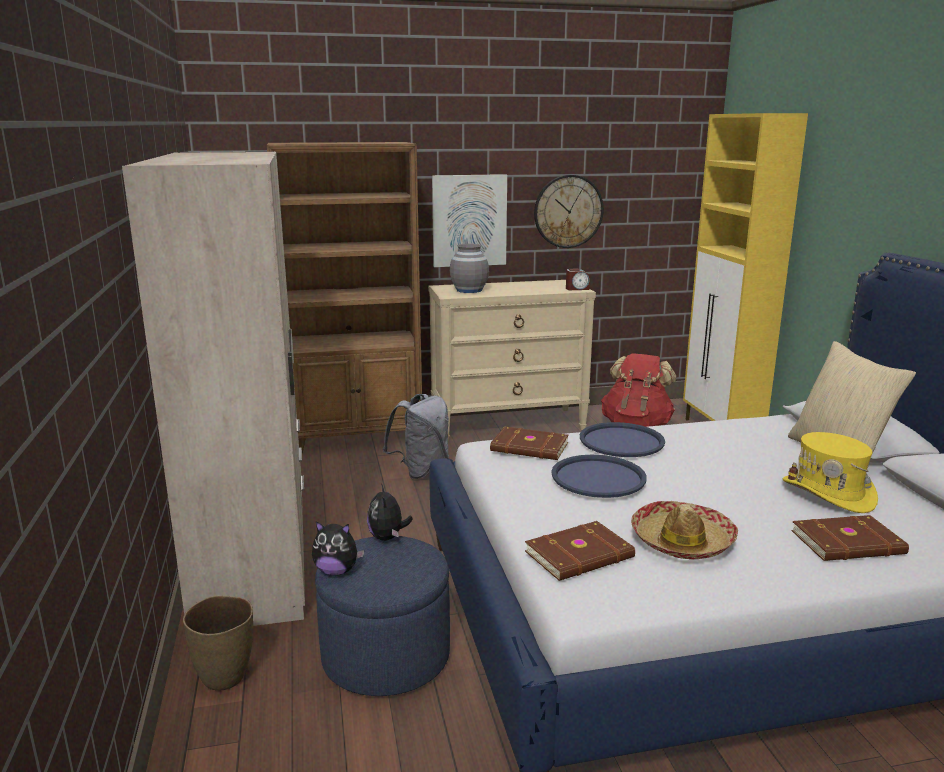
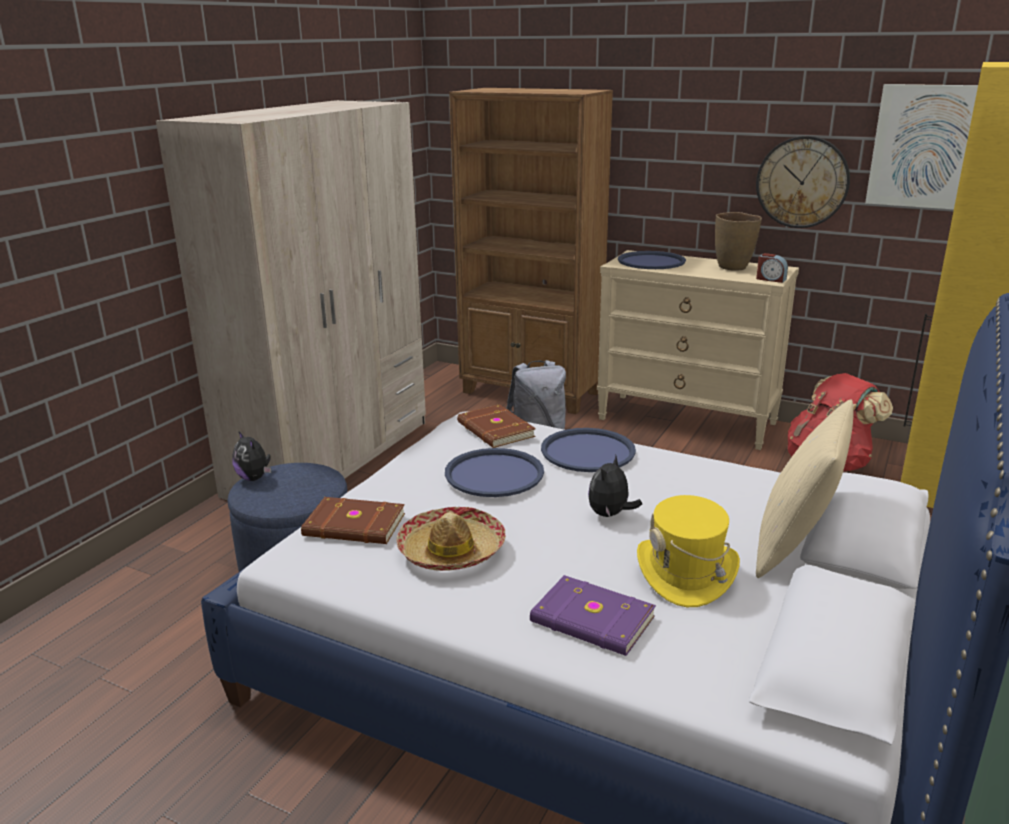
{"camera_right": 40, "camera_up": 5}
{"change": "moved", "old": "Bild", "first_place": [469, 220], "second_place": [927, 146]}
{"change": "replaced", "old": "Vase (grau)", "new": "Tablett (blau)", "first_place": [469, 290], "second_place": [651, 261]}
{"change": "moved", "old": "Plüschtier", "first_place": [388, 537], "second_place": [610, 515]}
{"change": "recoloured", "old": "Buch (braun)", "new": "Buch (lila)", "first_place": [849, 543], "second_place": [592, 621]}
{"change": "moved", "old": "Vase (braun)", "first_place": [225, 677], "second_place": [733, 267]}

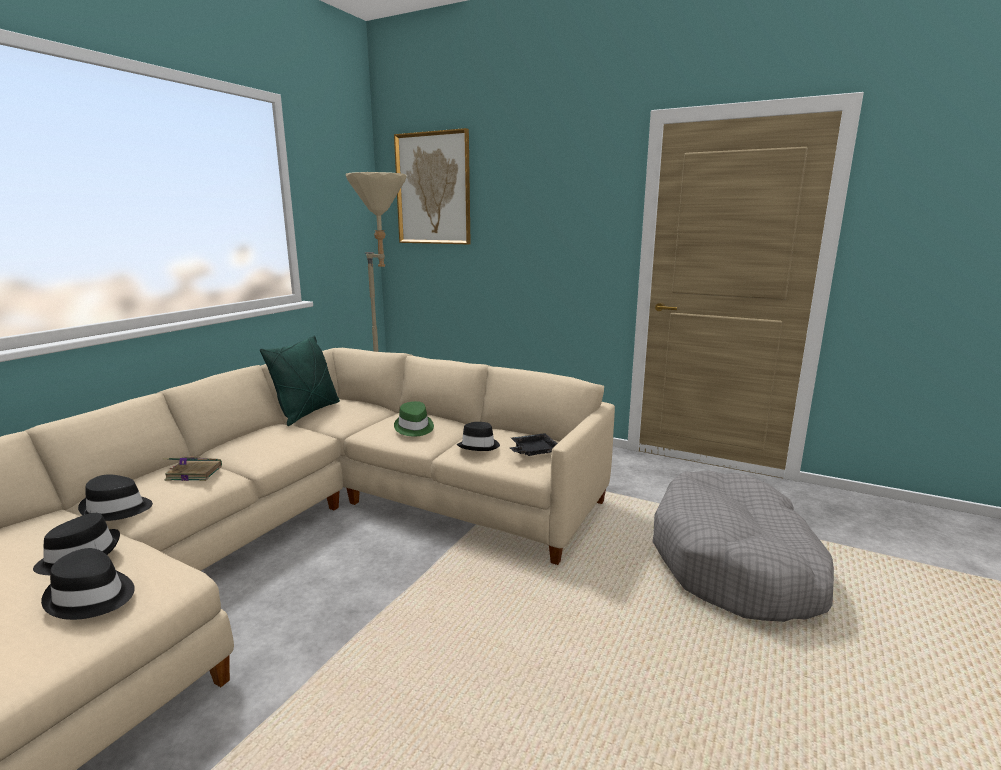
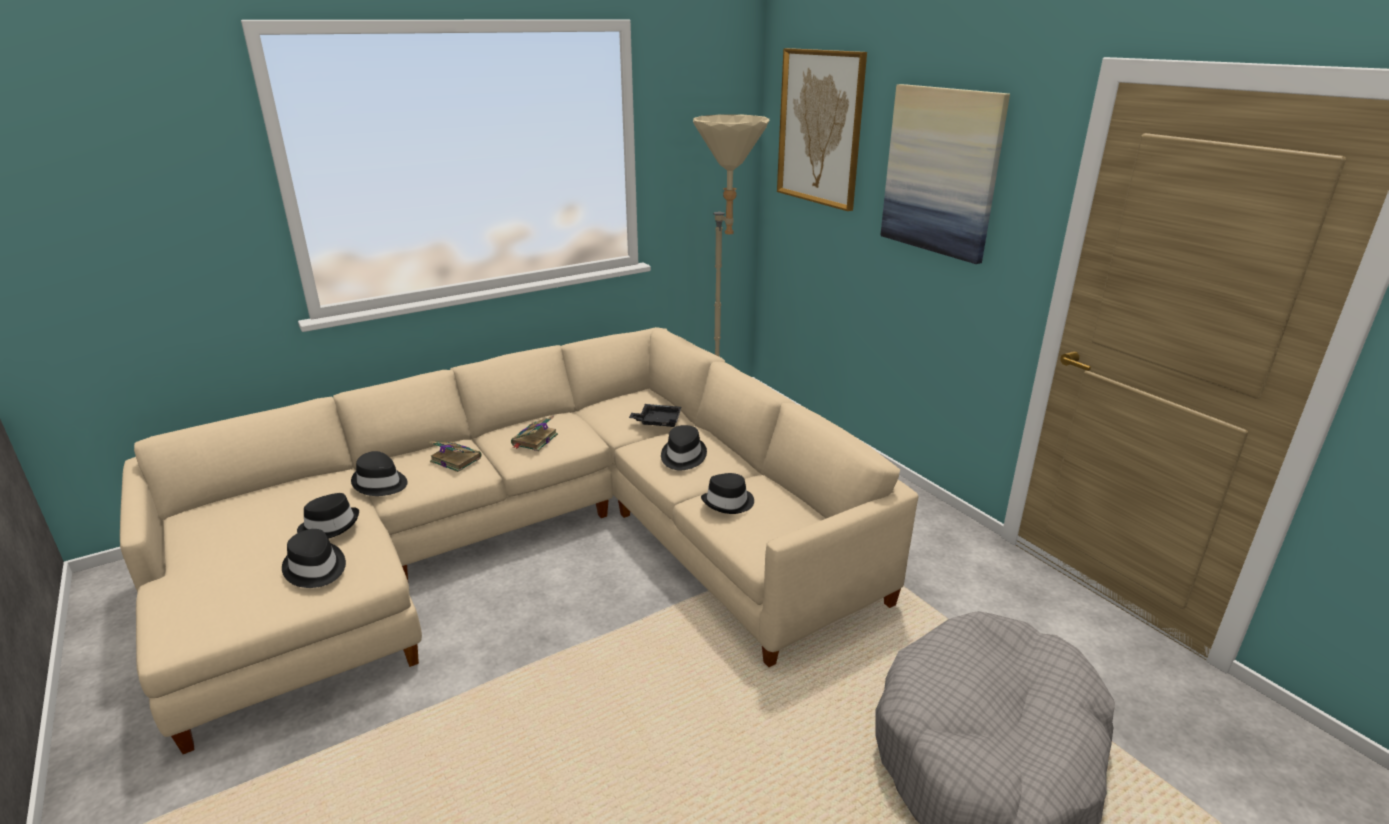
{"camera_right": 30, "camera_up": 10}
{"change": "removed", "old": "Kissen (grün)", "first_place": [307, 412]}
{"change": "recoloured", "old": "Hut (grün)", "new": "Hut (schwarz)", "first_place": [414, 428], "second_place": [682, 456]}
{"change": "moved", "old": "Tablett (schwarz)", "first_place": [533, 451], "second_place": [658, 421]}
{"change": "added", "new": "Bild", "second_place": [941, 171]}
{"change": "added", "new": "Buch", "second_place": [534, 440]}

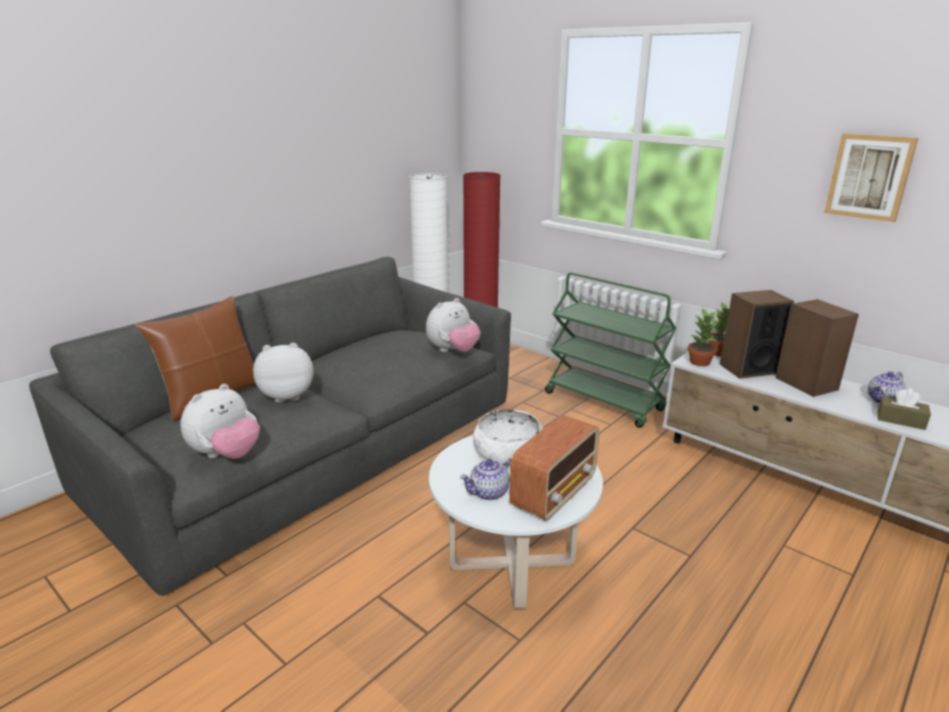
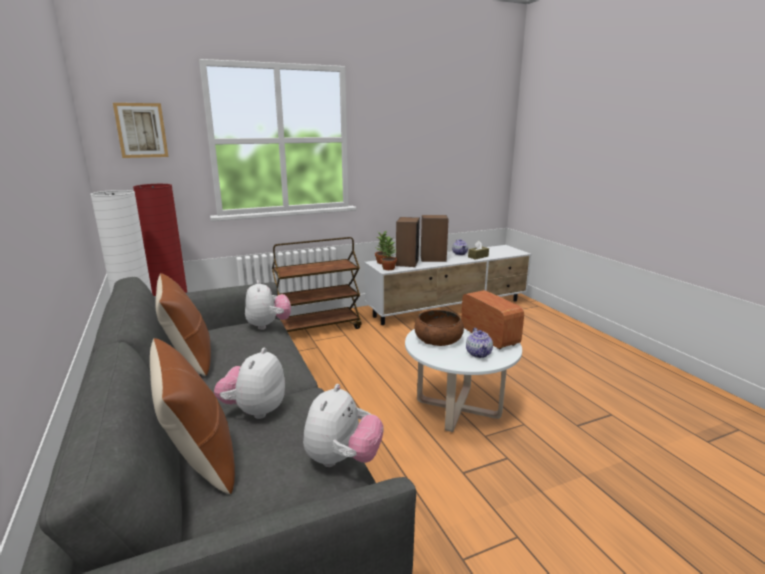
{"camera_right": -65, "camera_up": -5}
{"change": "moved", "old": "Bild", "first_place": [869, 177], "second_place": [141, 130]}
{"change": "recoloured", "old": "Rollwagen (grün)", "new": "Rollwagen (braun)", "first_place": [605, 402], "second_place": [318, 328]}
{"change": "turned", "old": "Plüschtier", "first_place": [226, 455], "second_place": [342, 460], "degrees": 45}
{"change": "recoloured", "old": "Schüssel (weiß)", "new": "Schüssel (braun)", "first_place": [508, 453], "second_place": [438, 339]}
{"change": "added", "new": "Kissen (braun)", "second_place": [189, 358]}

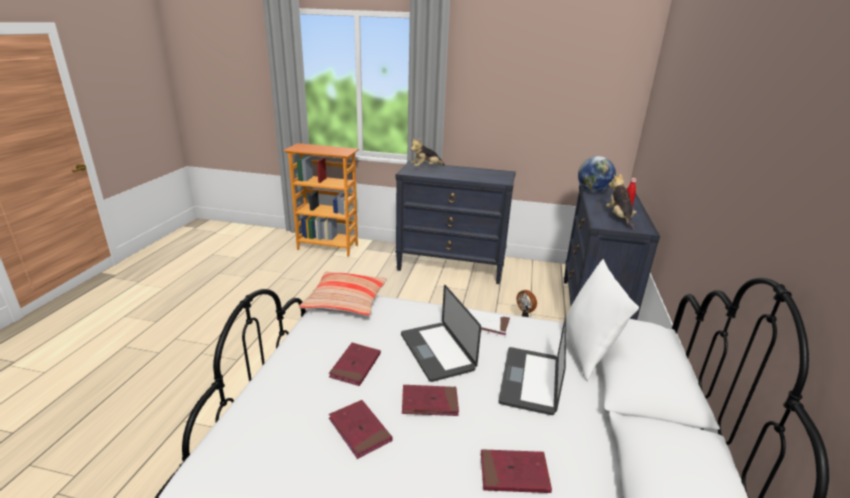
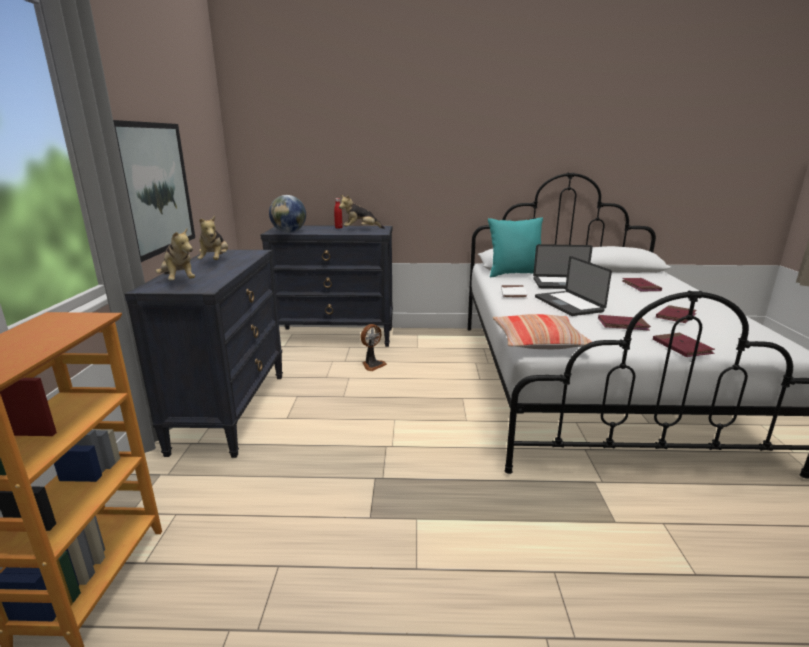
{"camera_right": -100, "camera_up": -5}
{"change": "recoloured", "old": "Kissen (weiß)", "new": "Kissen (türkis)", "first_place": [587, 352], "second_place": [514, 274]}
{"change": "turned", "old": "Laptop", "first_place": [437, 352], "second_place": [568, 304], "degrees": 105}
{"change": "moved", "old": "Buch (rot)", "first_place": [429, 402], "second_place": [681, 347]}
{"change": "added", "new": "Bild", "second_place": [154, 188]}
{"change": "added", "new": "Plüschtier", "second_place": [215, 261]}

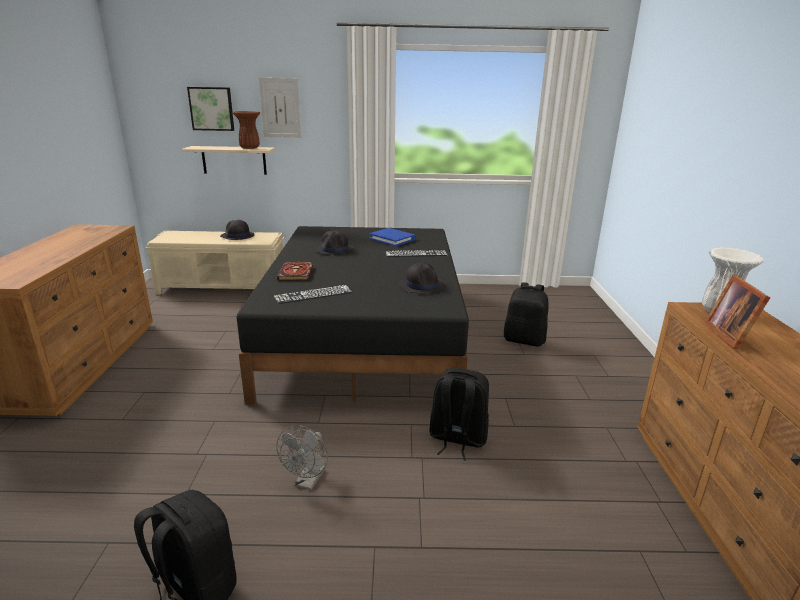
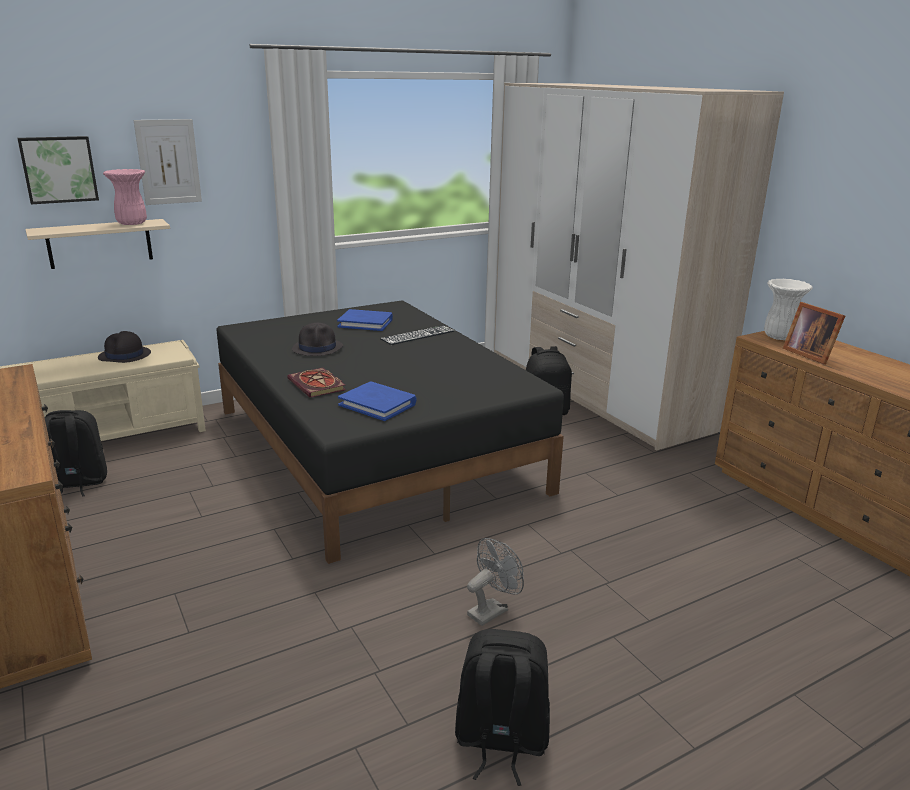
{"camera_right": -30, "camera_up": 0}
{"change": "recoloured", "old": "Vase (braun)", "new": "Vase (rosa)", "first_place": [249, 148], "second_place": [132, 224]}
{"change": "removed", "old": "Hut (schwarz)", "first_place": [422, 285]}
{"change": "replaced", "old": "Tastatur", "new": "Buch (blau)", "first_place": [313, 294], "second_place": [378, 404]}
{"change": "moved", "old": "Rucksack (schwarz)", "first_place": [457, 439], "second_place": [76, 483]}
{"change": "turned", "old": "Ventilator (grau)", "first_place": [308, 482], "second_place": [492, 610], "degrees": -120}
{"change": "added", "new": "Kleiderschrank", "second_place": [596, 390]}

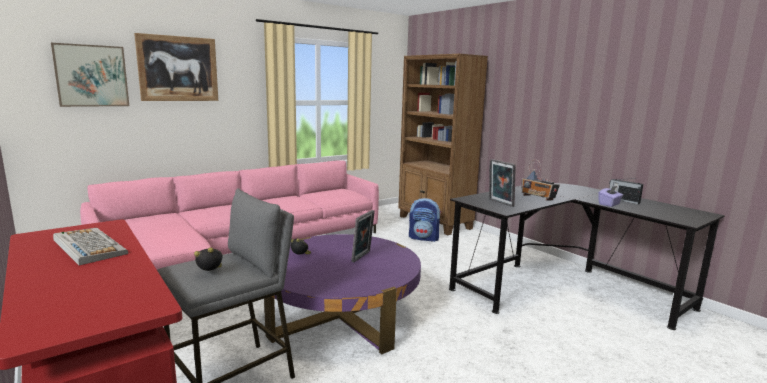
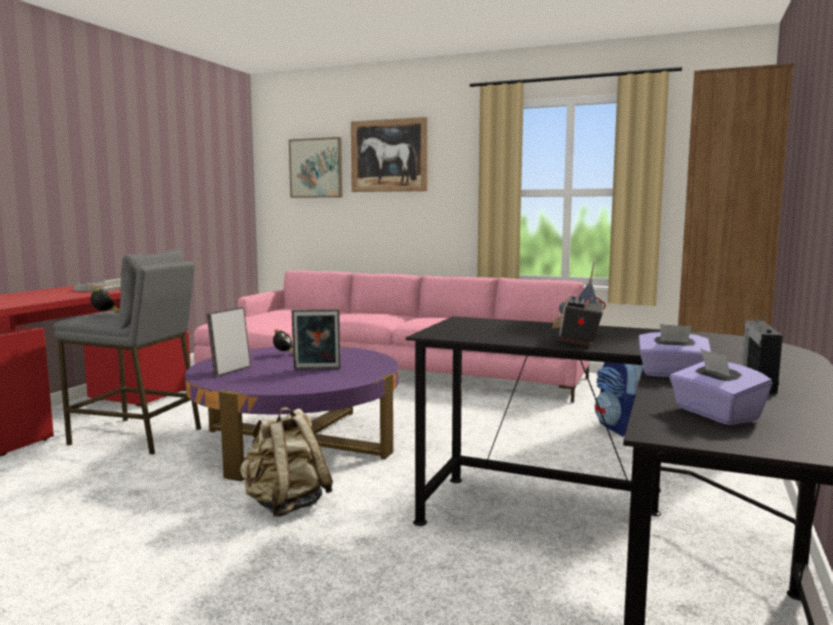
{"camera_right": 60, "camera_up": -5}
{"change": "moved", "old": "Bilderrahmen", "first_place": [499, 203], "second_place": [230, 371]}
{"change": "added", "new": "Taschentuchbox (lila)", "second_place": [715, 414]}
{"change": "added", "new": "Rucksack (beige)", "second_place": [285, 505]}

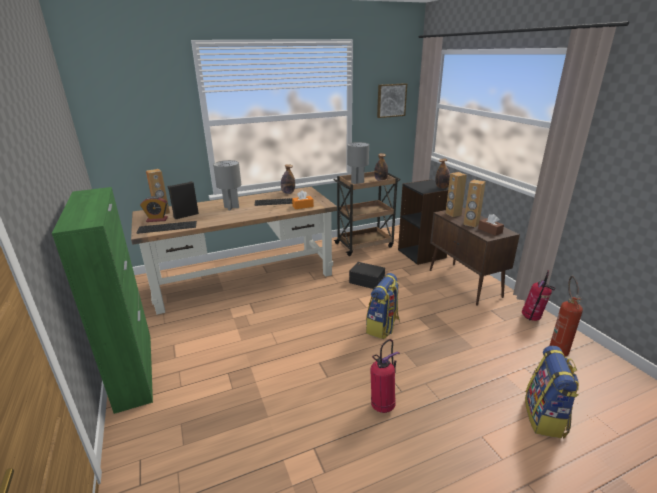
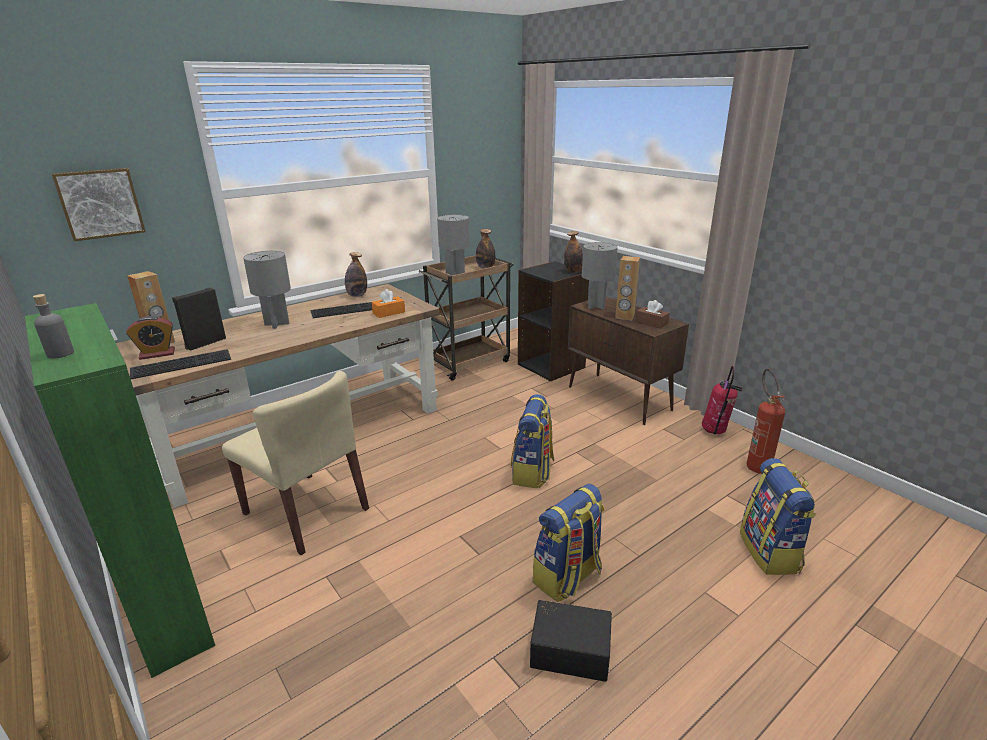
{"camera_right": -15, "camera_up": 0}
{"change": "moved", "old": "Bild", "first_place": [391, 100], "second_place": [100, 203]}
{"change": "replaced", "old": "Lautsprecher (braun)", "new": "Tischlampe (grau)", "first_place": [453, 214], "second_place": [596, 306]}
{"change": "moved", "old": "Aufbewahrungsbox (schwarz)", "first_place": [367, 280], "second_place": [570, 649]}
{"change": "replaced", "old": "Feuerlöscher", "new": "Rucksack", "first_place": [382, 405], "second_place": [568, 577]}
{"change": "added", "new": "Flasche (grau)", "second_place": [60, 354]}
{"change": "added", "new": "Stuhl (beige)", "second_place": [306, 511]}

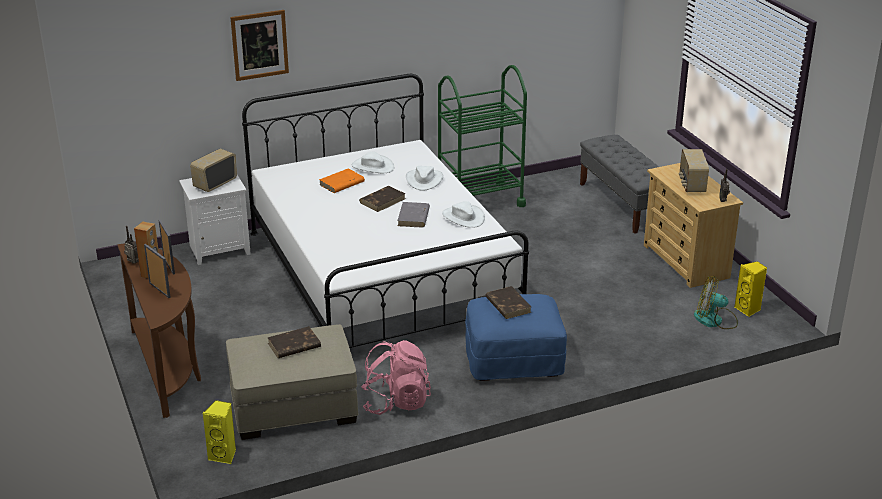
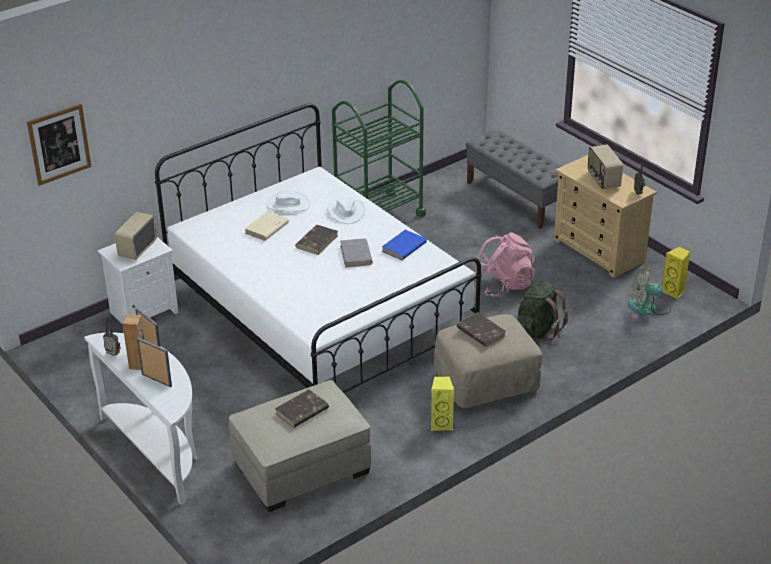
{"camera_right": -15, "camera_up": 5}
{"change": "moved", "old": "Bild", "first_place": [259, 45], "second_place": [59, 144]}
{"change": "recoloured", "old": "Buch (orange)", "new": "Buch (beige)", "first_place": [341, 183], "second_place": [266, 228]}
{"change": "replaced", "old": "Hut (weiß)", "new": "Buch (blau)", "first_place": [463, 217], "second_place": [404, 247]}
{"change": "recoloured", "old": "Konsolentisch (braun)", "new": "Konsolentisch (weiß)", "first_place": [168, 368], "second_place": [158, 451]}
{"change": "recoloured", "old": "Polsterhocker (blau)", "new": "Polsterhocker (beige)", "first_place": [513, 360], "second_place": [486, 381]}
{"change": "moved", "old": "Rucksack (rosa)", "first_place": [396, 402], "second_place": [504, 285]}
{"change": "moved", "old": "Lautsprecher (gelb)", "first_place": [224, 455], "second_place": [441, 424]}
{"change": "added", "new": "Rucksack (grün)", "second_place": [537, 330]}

